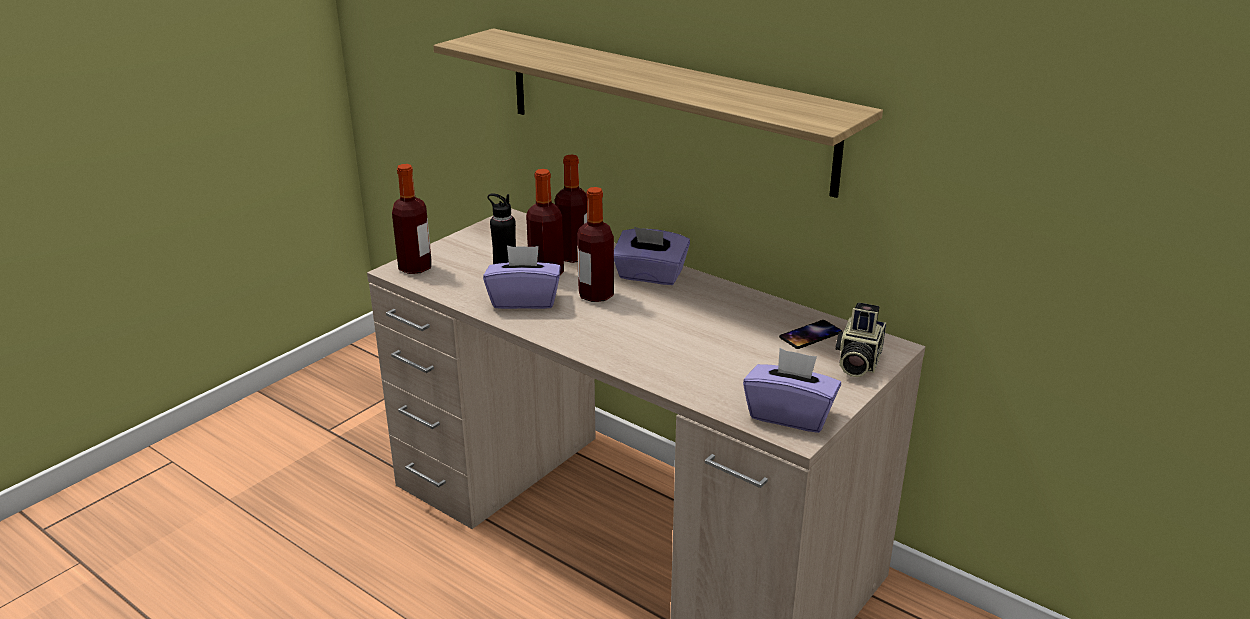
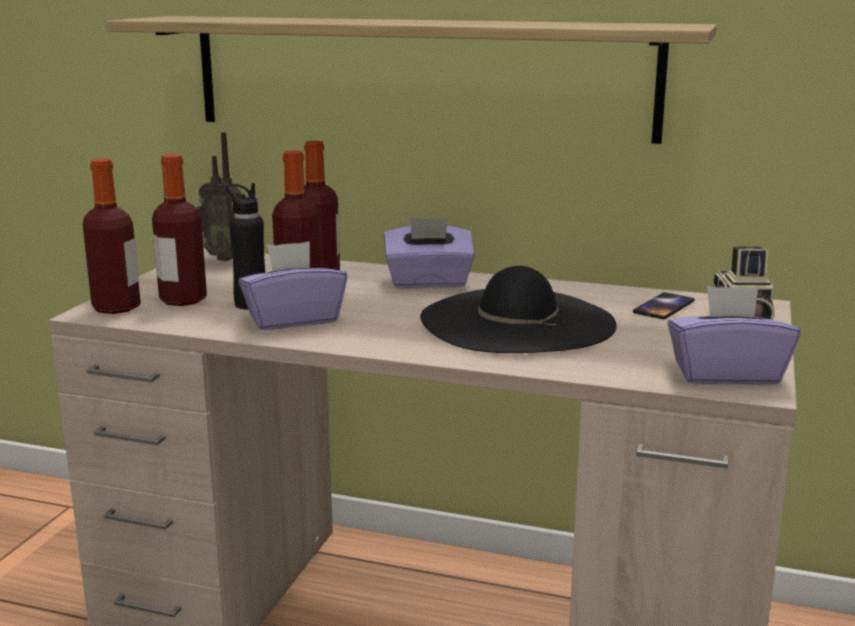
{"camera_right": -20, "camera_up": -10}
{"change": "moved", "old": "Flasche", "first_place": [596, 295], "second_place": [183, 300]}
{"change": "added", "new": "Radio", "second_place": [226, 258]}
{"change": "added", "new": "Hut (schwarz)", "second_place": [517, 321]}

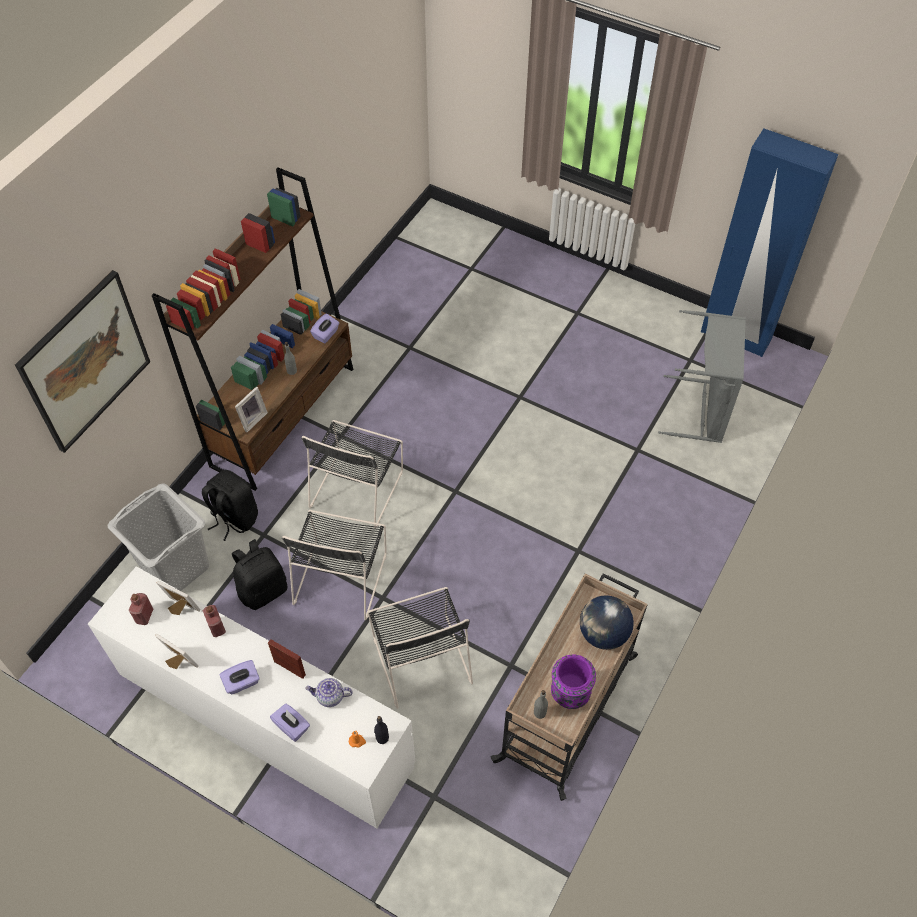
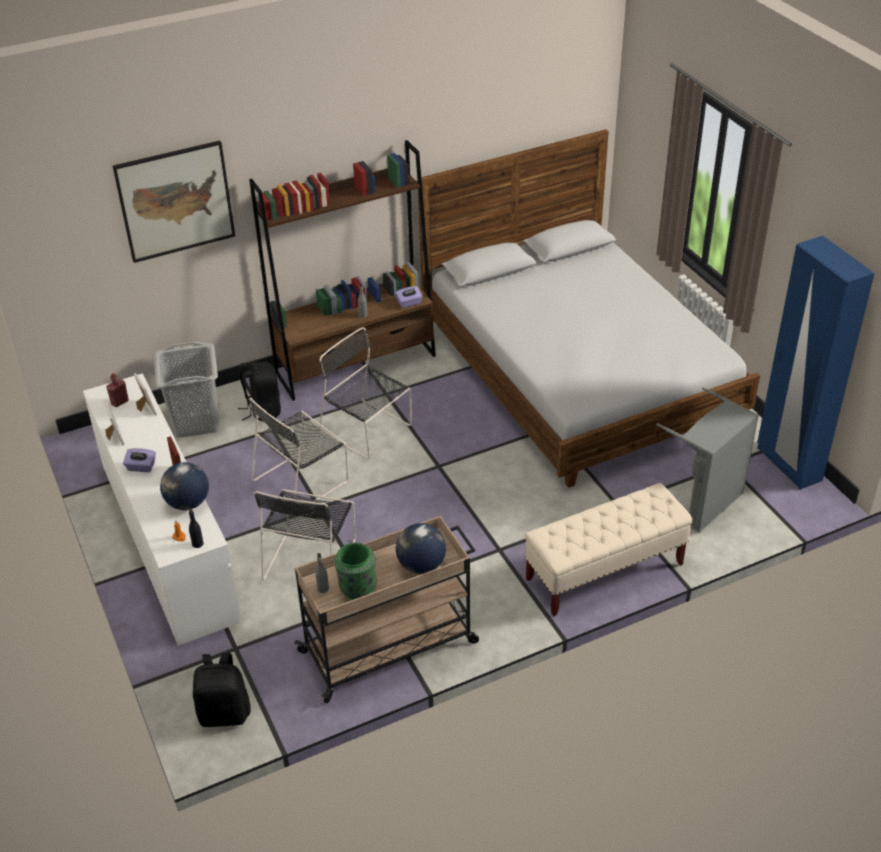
{"camera_right": 35, "camera_up": -15}
{"change": "removed", "old": "Bilderrahmen", "first_place": [252, 419]}
{"change": "turned", "old": "Stuhl (schwarz)", "first_place": [358, 486], "second_place": [367, 430], "degrees": 75}
{"change": "moved", "old": "Rucksack (schwarz)", "first_place": [263, 590], "second_place": [224, 713]}
{"change": "removed", "old": "Flasche (rot)", "first_place": [217, 627]}
{"change": "recoloured", "old": "Vase (lila)", "new": "Vase (grün)", "first_place": [569, 693], "second_place": [357, 588]}
{"change": "replaced", "old": "Teekanne", "new": "Globus", "first_place": [330, 697], "second_place": [188, 503]}
{"change": "removed", "old": "Taschentuchbox (lila)", "first_place": [292, 726]}
{"change": "added", "new": "Bett", "second_place": [578, 372]}
{"change": "added", "new": "Bank (beige)", "second_place": [604, 572]}

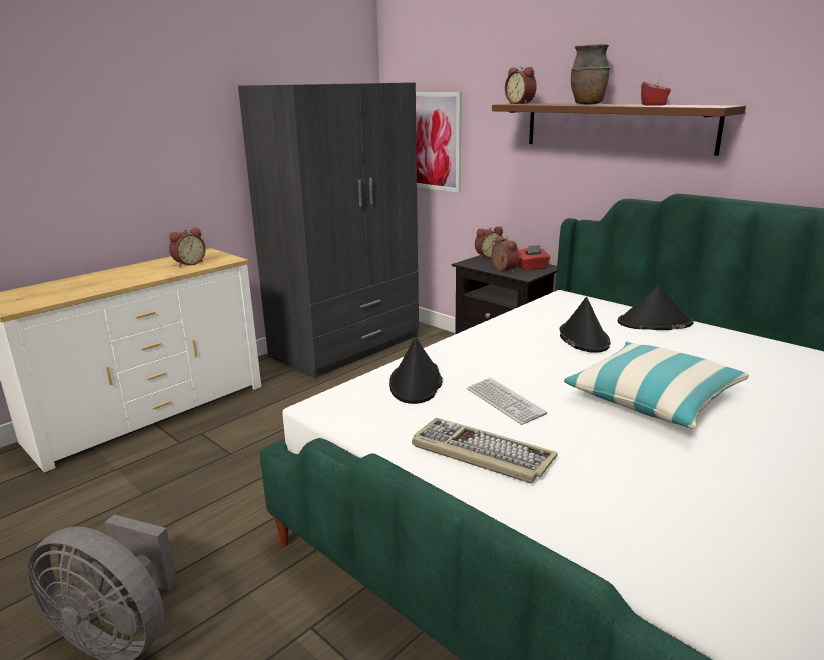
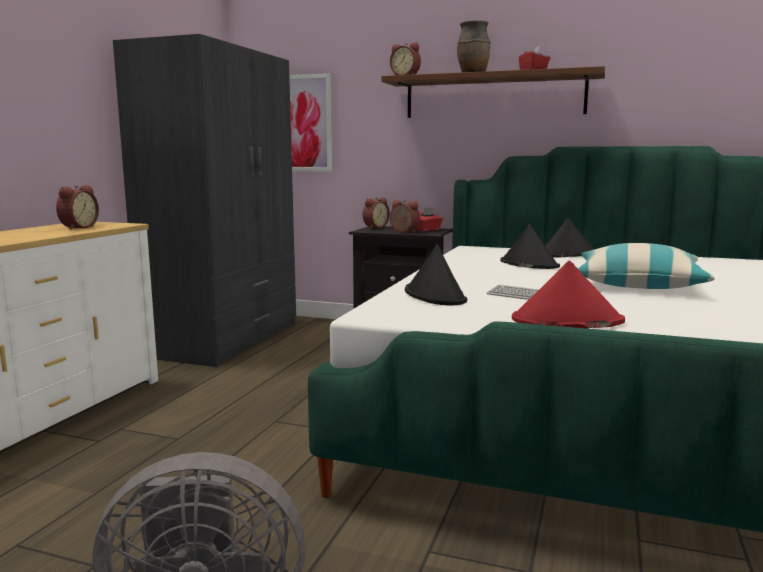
{"camera_right": -25, "camera_up": -10}
{"change": "replaced", "old": "Tastatur", "new": "Hut (rot)", "first_place": [480, 453], "second_place": [566, 321]}

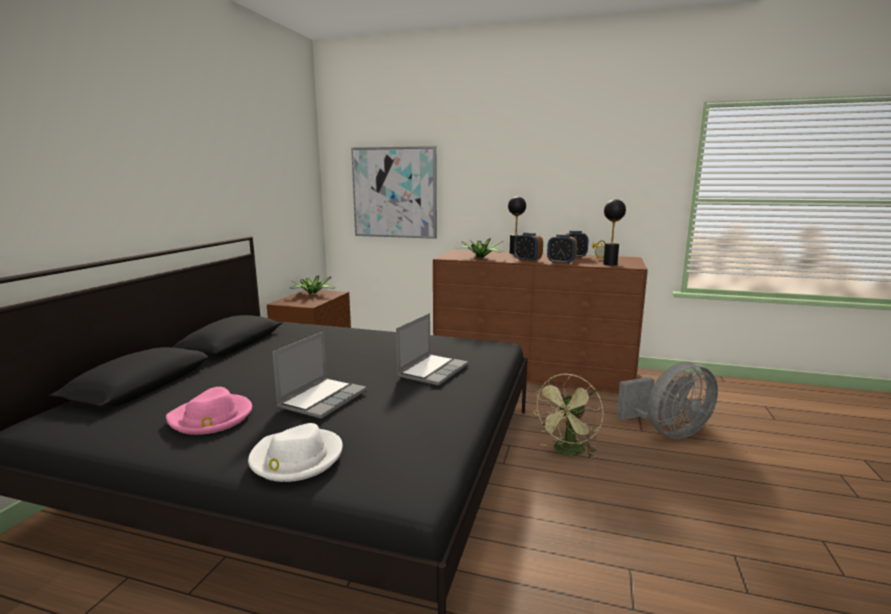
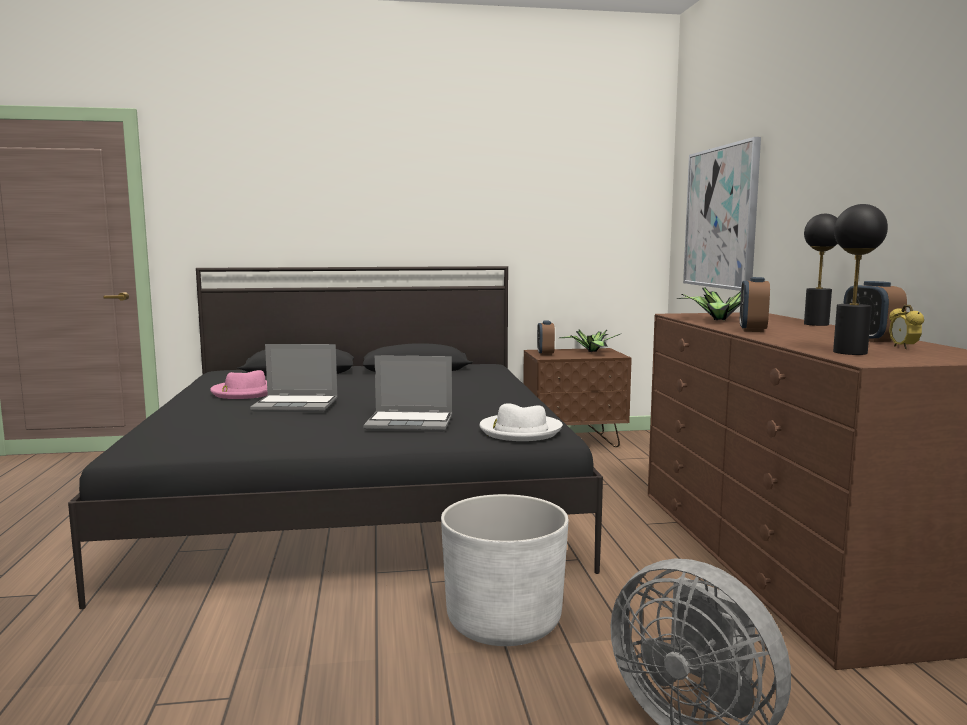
{"camera_right": 65, "camera_up": -5}
{"change": "moved", "old": "Wecker", "first_place": [561, 263], "second_place": [545, 354]}
{"change": "replaced", "old": "Ventilator (grün)", "new": "Pflanzkübel (weiß)", "first_place": [567, 452], "second_place": [504, 622]}
{"change": "moved", "old": "Hut (weiß)", "first_place": [296, 458], "second_place": [520, 431]}

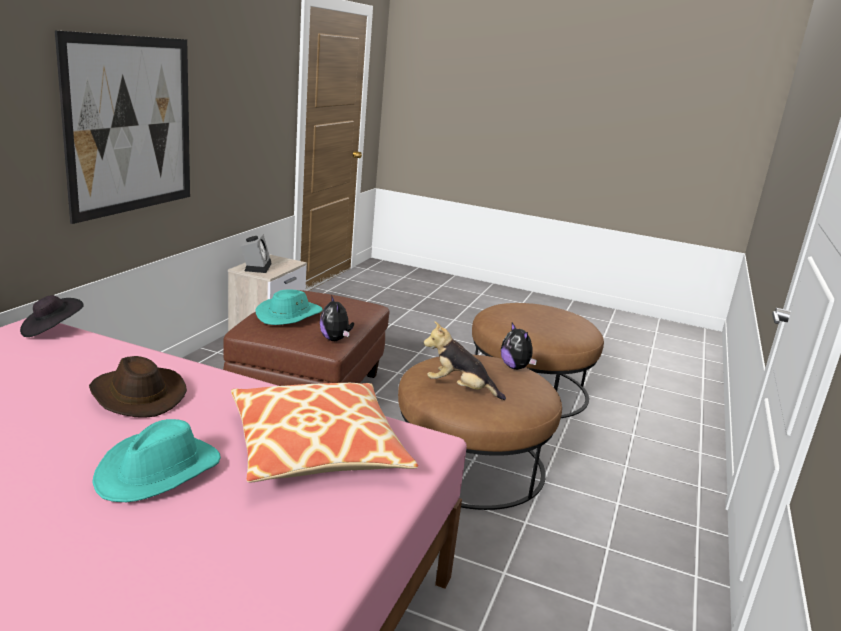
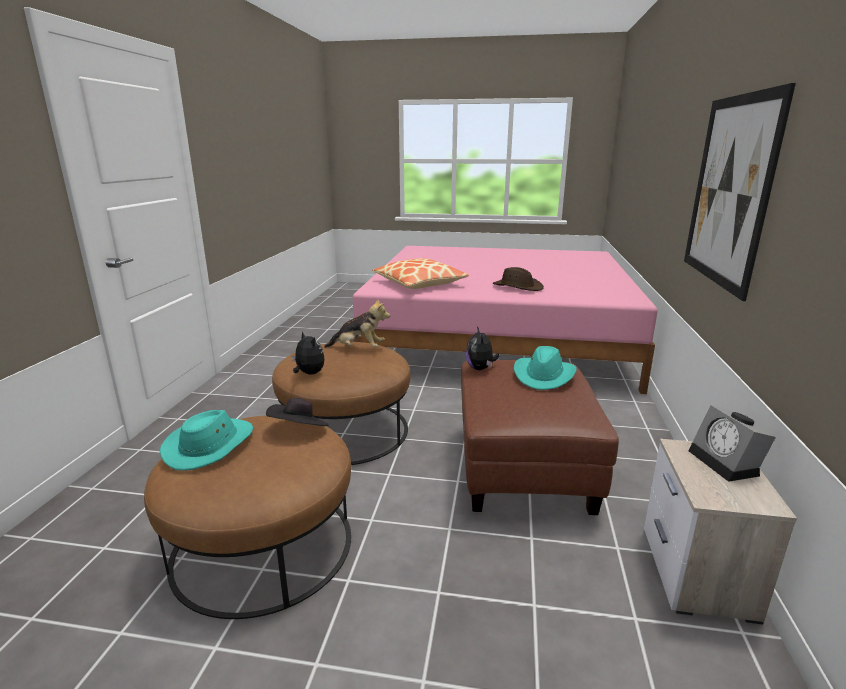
{"camera_right": 170, "camera_up": 0}
{"change": "moved", "old": "Hut (schwarz)", "first_place": [51, 330], "second_place": [299, 430]}
{"change": "turned", "old": "Plüschtier", "first_place": [335, 339], "second_place": [480, 369], "degrees": -150}
{"change": "moved", "old": "Hut (türkis)", "first_place": [159, 471], "second_place": [210, 445]}

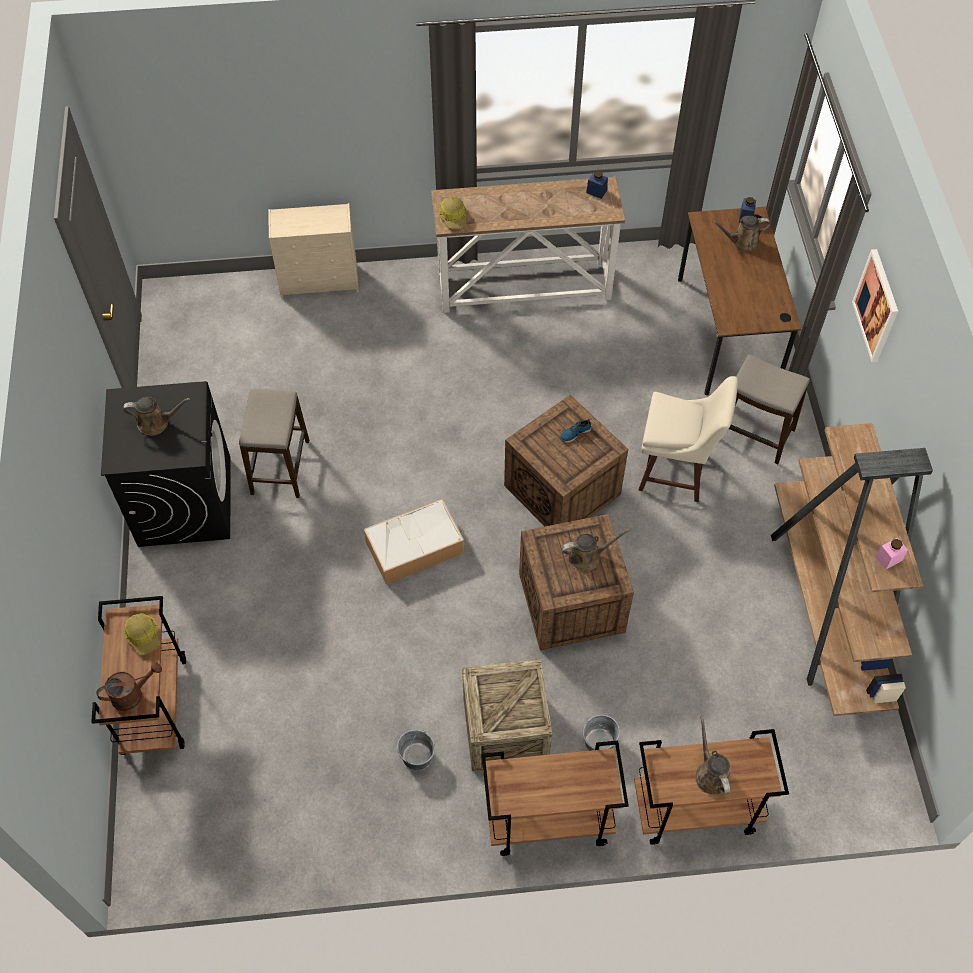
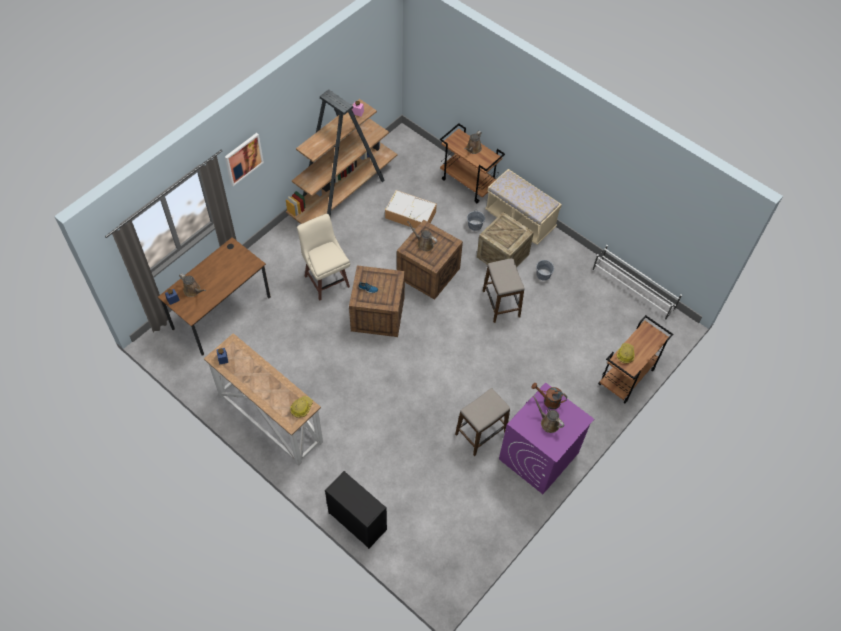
{"camera_right": -135, "camera_up": 0}
{"change": "recoloured", "old": "Kommode (beige)", "new": "Kommode (schwarz)", "first_place": [320, 281], "second_place": [356, 520]}
{"change": "moved", "old": "Hocker", "first_place": [754, 434], "second_place": [501, 303]}
{"change": "recoloured", "old": "Waschmaschine (schwarz)", "new": "Waschmaschine (lila)", "first_place": [184, 501], "second_place": [538, 456]}
{"change": "moved", "old": "Aufbewahrungsbox", "first_place": [413, 548], "second_place": [411, 215]}
{"change": "moved", "old": "Gießkanne (braun)", "first_place": [132, 694], "second_place": [548, 401]}
{"change": "replaced", "old": "Rollwagen (braun)", "new": "Bank (beige)", "first_place": [547, 821], "second_place": [520, 220]}
{"change": "added", "new": "Schuhregal (weiß)", "second_place": [633, 290]}

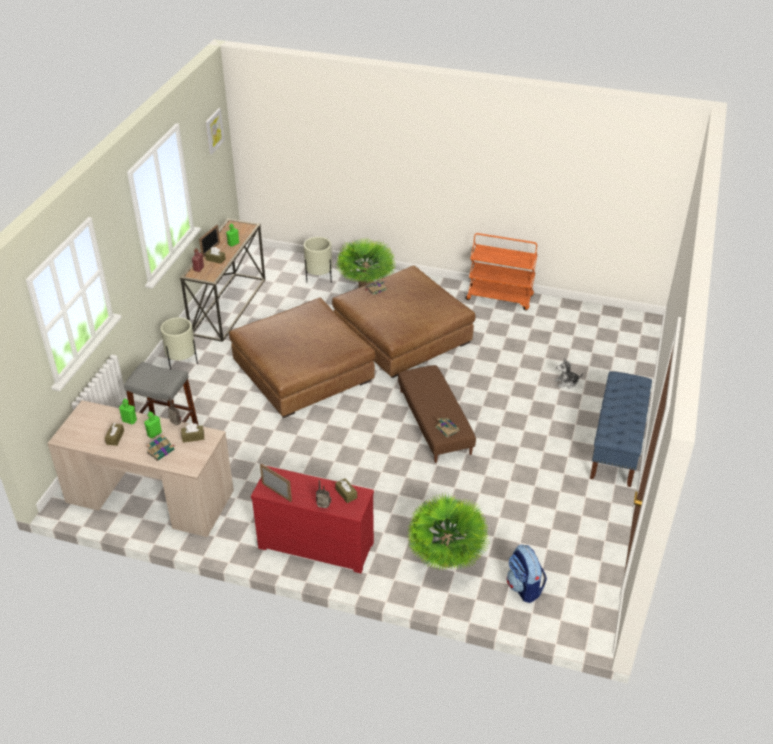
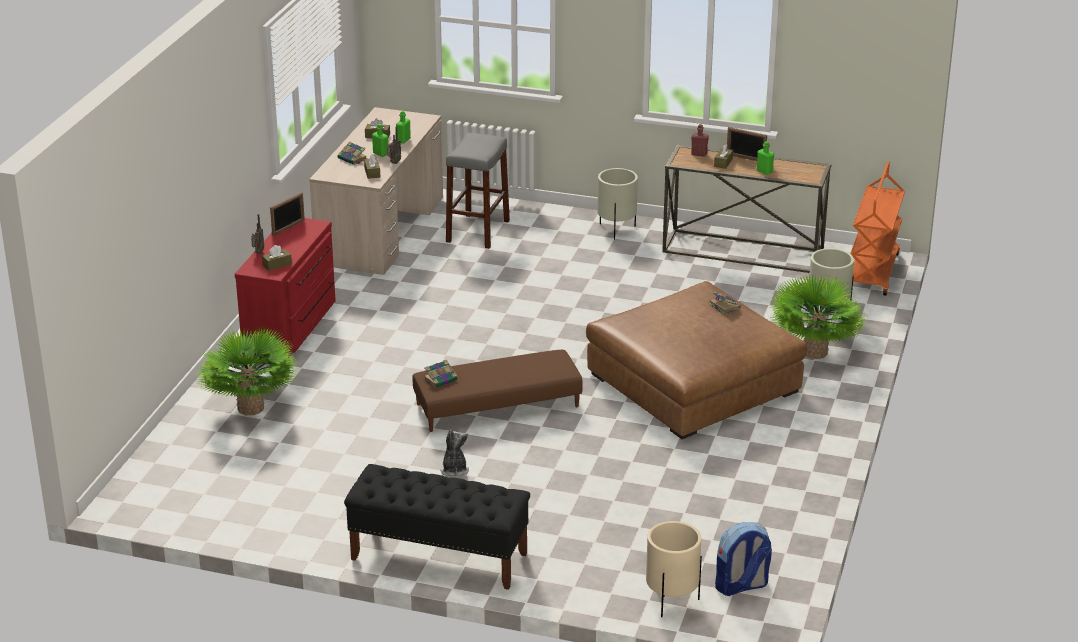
{"camera_right": 90, "camera_up": -10}
{"change": "removed", "old": "Bild", "first_place": [213, 131]}
{"change": "moved", "old": "Rollwagen (orange)", "first_place": [500, 298], "second_place": [873, 273]}
{"change": "removed", "old": "Polsterhocker (braun)", "first_place": [303, 371]}
{"change": "moved", "old": "Plüschtier", "first_place": [567, 383], "second_place": [454, 470]}
{"change": "recoloured", "old": "Bank (blau)", "new": "Bank (schwarz)", "first_place": [617, 445], "second_place": [438, 556]}
{"change": "moved", "old": "Rucksack", "first_place": [524, 587], "second_place": [741, 586]}
{"change": "added", "new": "Pflanzkübel (beige)", "second_place": [671, 601]}

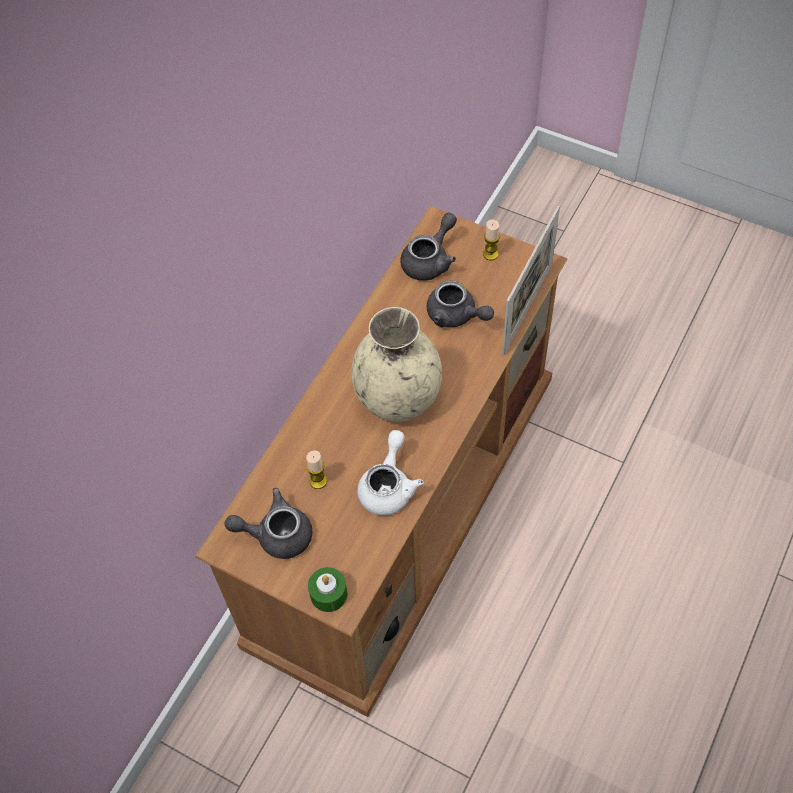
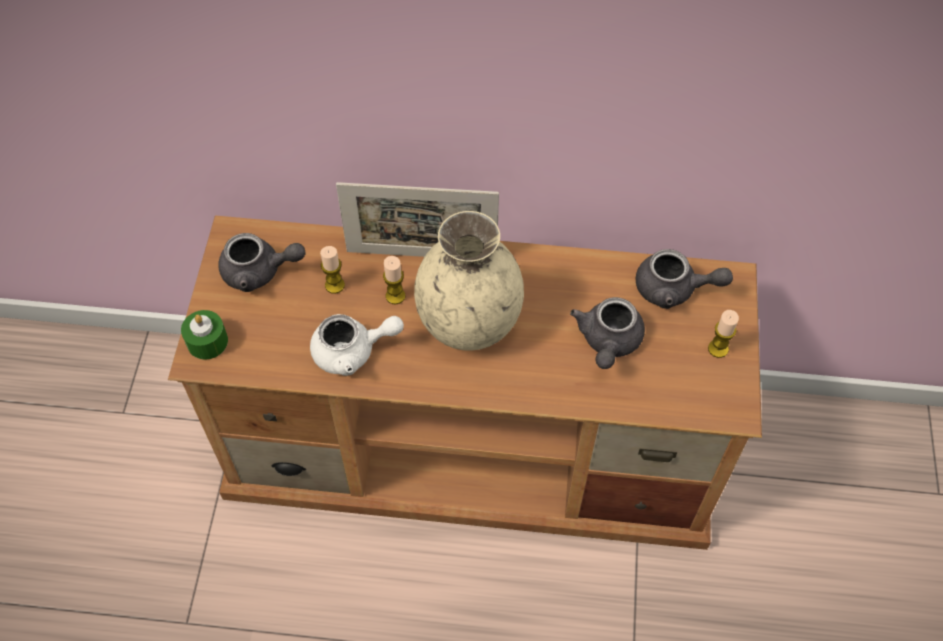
{"camera_right": 65, "camera_up": 0}
{"change": "moved", "old": "Bilderrahmen", "first_place": [527, 308], "second_place": [421, 255]}
{"change": "turned", "old": "Teekanne (grau)", "first_place": [276, 534], "second_place": [259, 272], "degrees": 120}
{"change": "added", "new": "Kerze", "second_place": [395, 296]}

